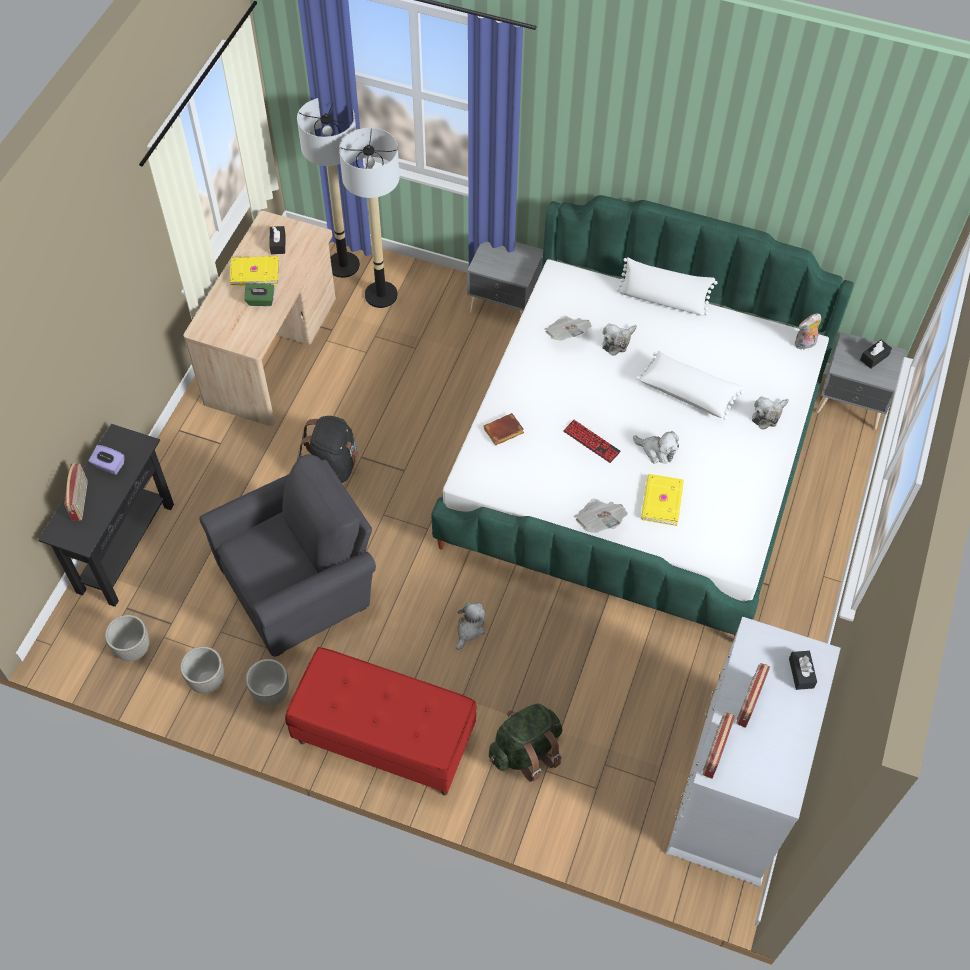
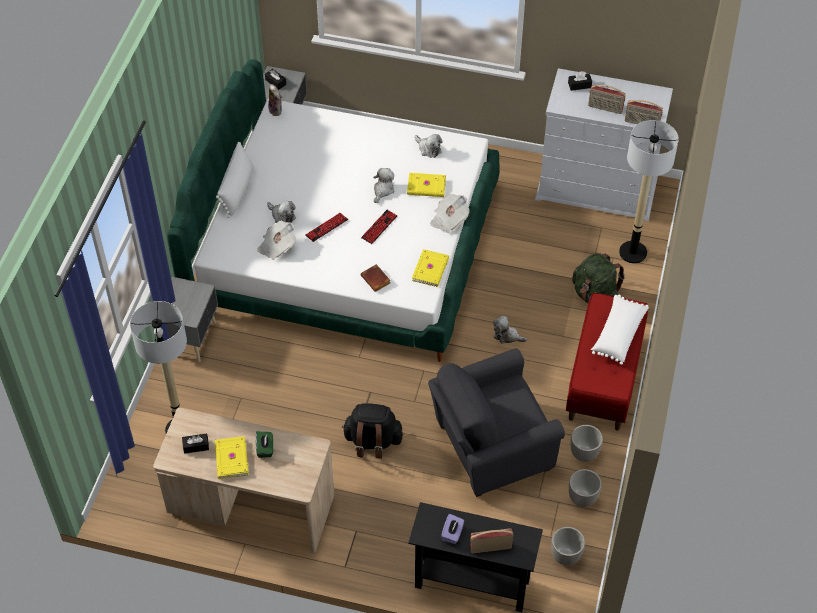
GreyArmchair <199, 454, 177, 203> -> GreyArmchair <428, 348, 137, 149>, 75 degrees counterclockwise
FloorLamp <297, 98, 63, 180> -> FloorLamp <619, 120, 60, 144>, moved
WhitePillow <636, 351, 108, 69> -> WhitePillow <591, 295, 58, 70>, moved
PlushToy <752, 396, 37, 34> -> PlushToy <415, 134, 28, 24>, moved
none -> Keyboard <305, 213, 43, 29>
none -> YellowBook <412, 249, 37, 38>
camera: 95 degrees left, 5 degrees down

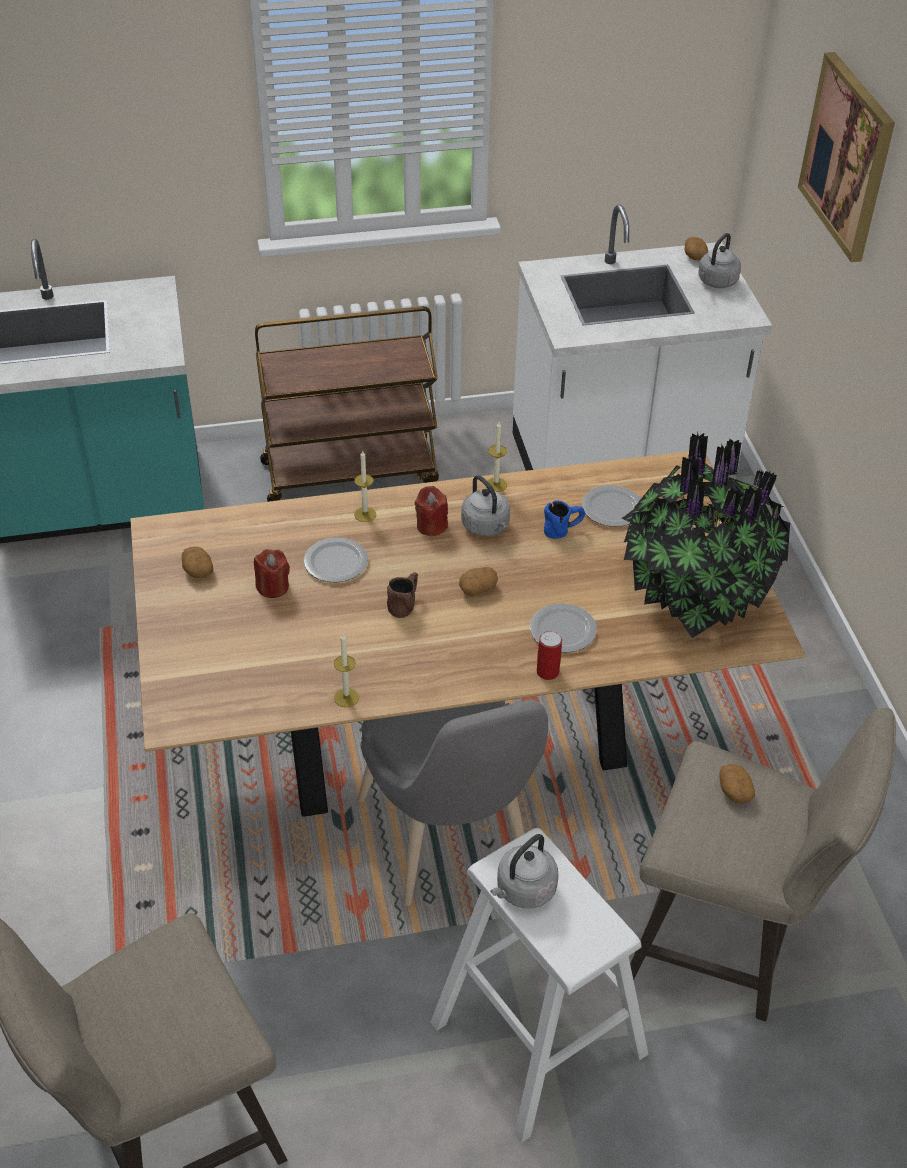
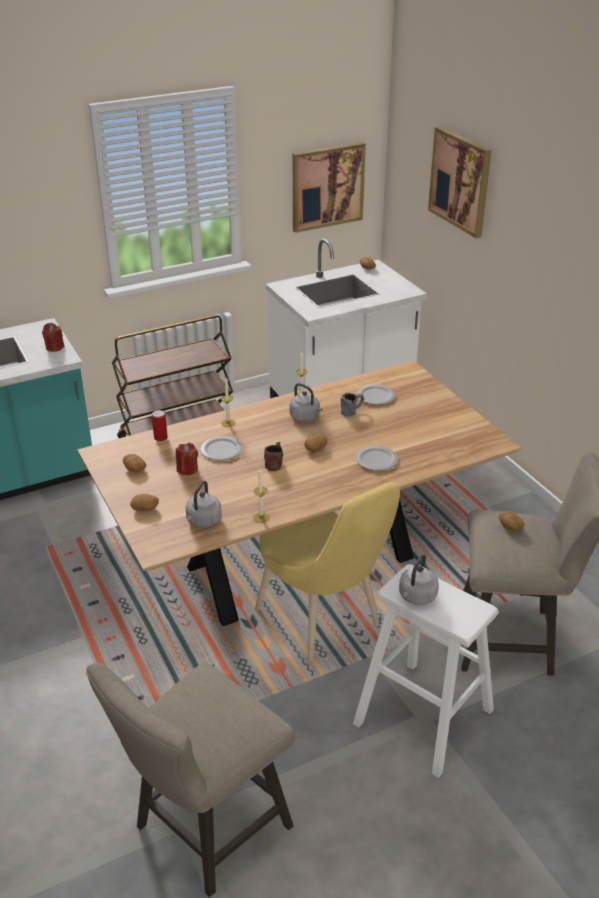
GreyChair <357, 700, 191, 206> -> YellowChair <255, 482, 145, 180>
RedCandle <415, 486, 33, 50> -> RedCandle <42, 323, 23, 29>, moved
Can <537, 631, 25, 49> -> Can <152, 410, 16, 31>, moved
BlueMug <544, 501, 41, 38> -> GreyMug <340, 393, 24, 24>
PottedPlant <622, 433, 168, 205> -> none
GreyKettle <698, 233, 43, 55> -> GreyKettle <186, 481, 36, 47>, moved
none -> Potato <130, 494, 29, 17>
none -> Picture <293, 142, 73, 91>
camera: 15 degrees left, 10 degrees down

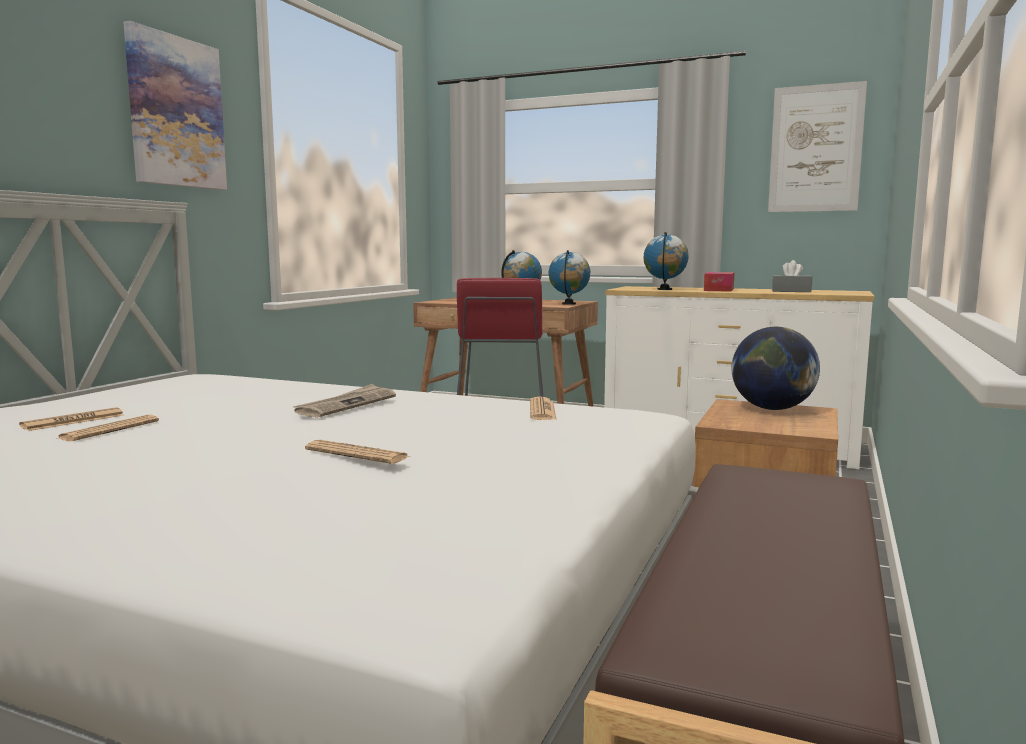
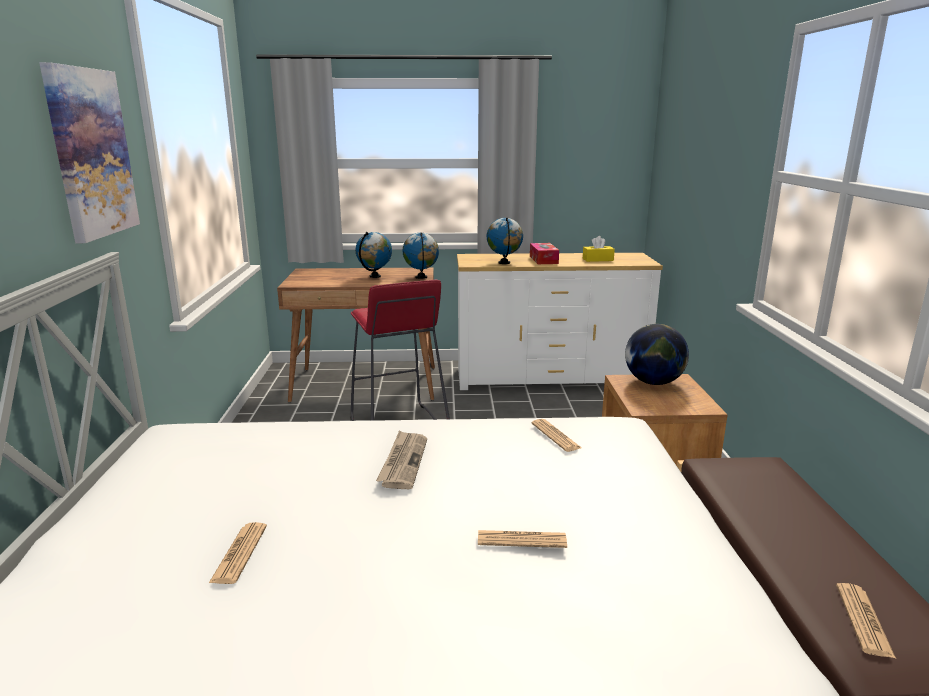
Newspaper <19, 407, 105, 24> -> Newspaper <836, 583, 60, 75>, moved
Picture <768, 81, 99, 131> -> none
GreyTissueBox <772, 260, 40, 32> -> YellowTissueBox <583, 236, 32, 26>
camera: 25 degrees left, 10 degrees up

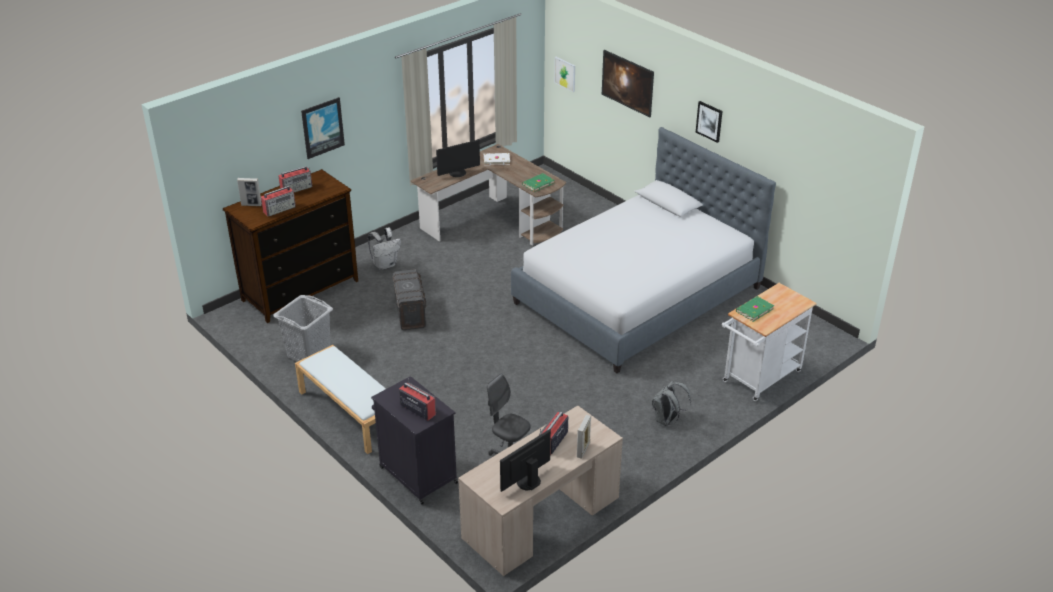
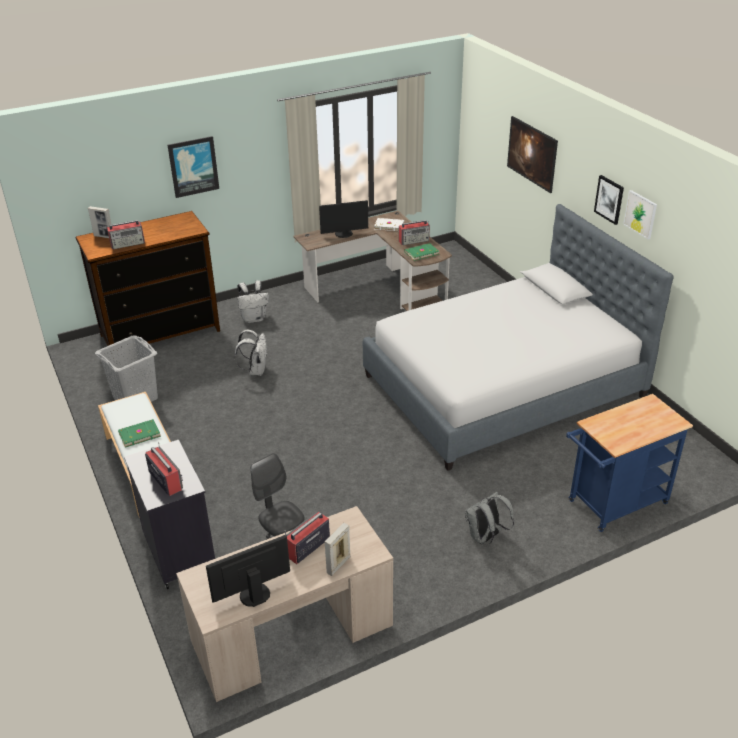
Radio <278, 166, 35, 26> -> Radio <399, 220, 31, 25>, moved
GreyStorageBox <392, 269, 34, 61> -> WhiteBackpack <234, 330, 33, 46>
Picture <554, 57, 21, 35> -> Picture <623, 190, 34, 50>, moved
WhiteCart <722, 283, 94, 118> -> BlueCart <566, 394, 127, 138>
GreenBook <736, 296, 38, 26> -> GreenBook <118, 419, 43, 29>, moved
camera: 15 degrees right, 0 degrees up

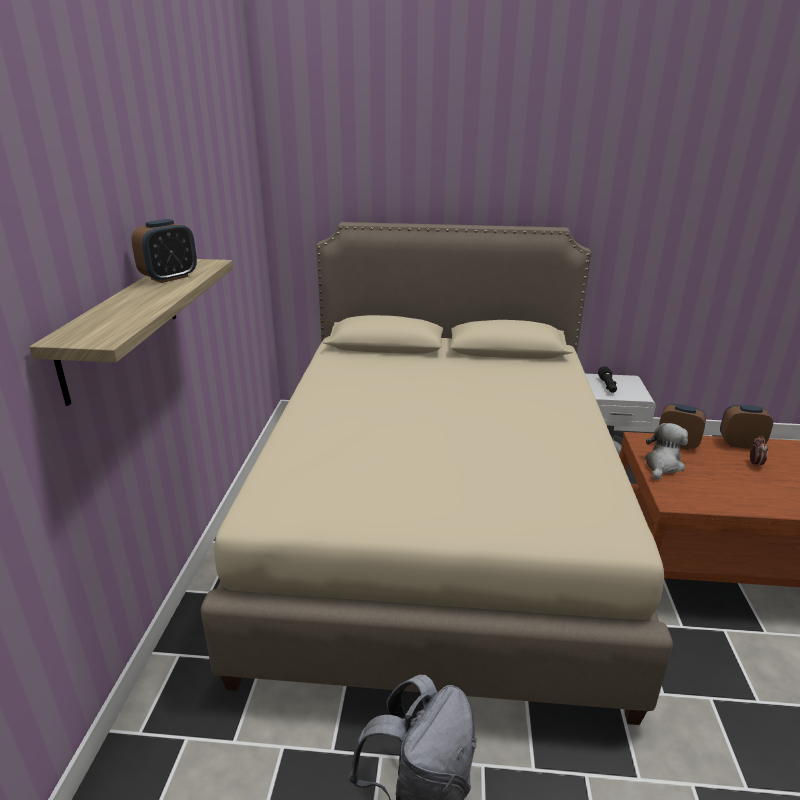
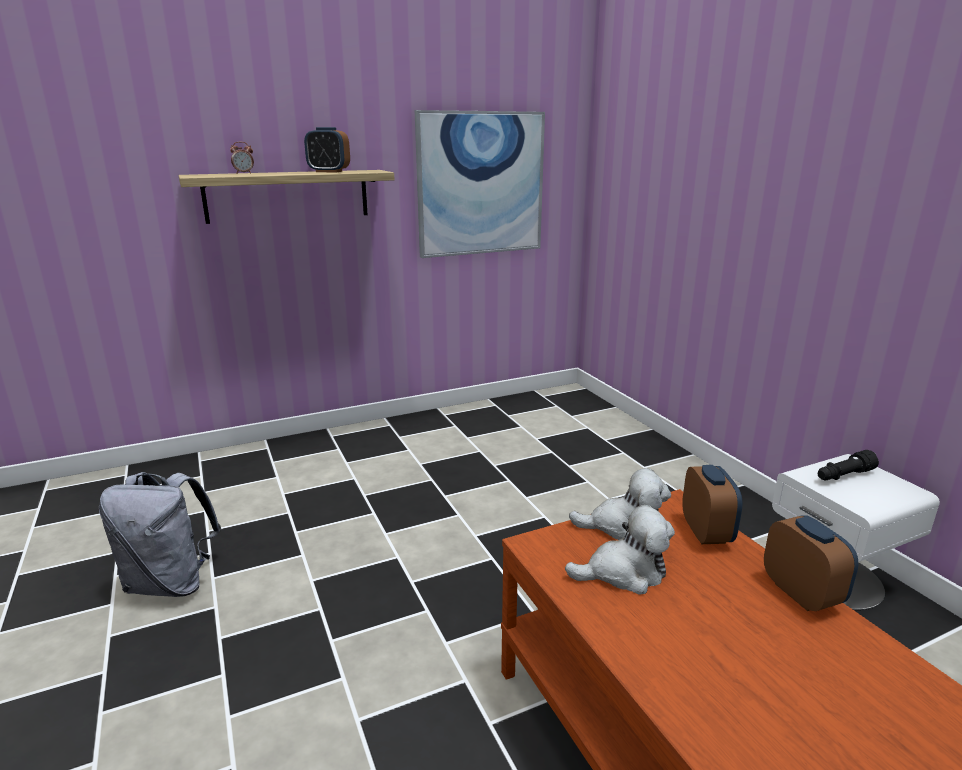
BeigeBed <201, 222, 472, 503> -> none
AlarmClock <750, 436, 18, 32> -> AlarmClock <230, 142, 24, 32>, moved
none -> Picture <415, 110, 130, 148>
none -> PlushToy <565, 505, 110, 90>
camera: 60 degrees right, 5 degrees down

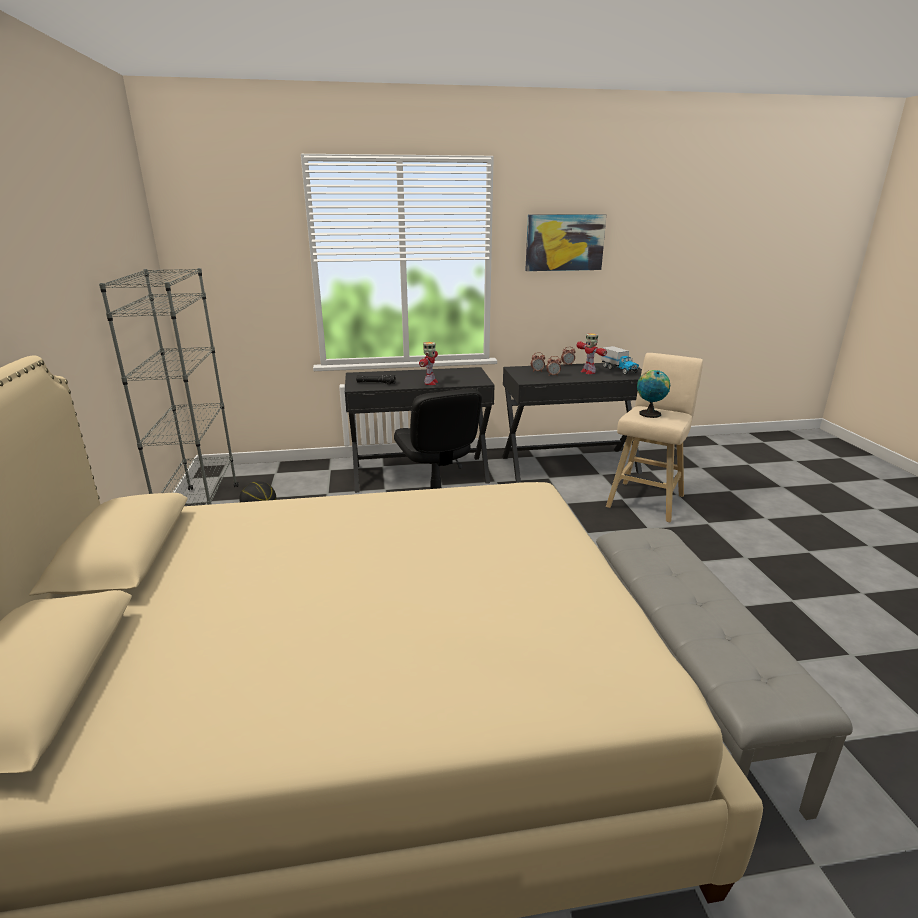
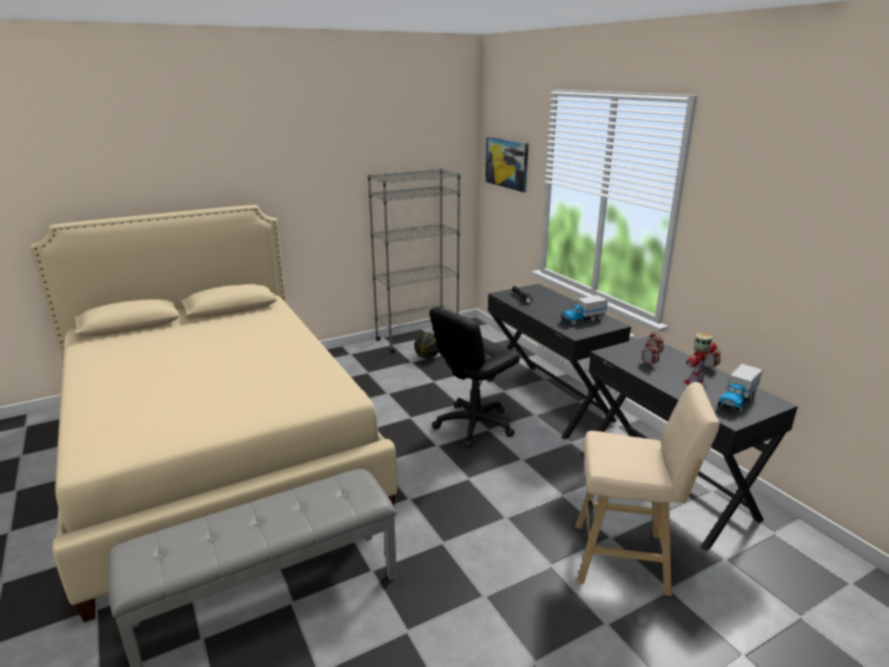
ToyRobot <419, 342, 19, 43> -> none
Picture <525, 214, 81, 57> -> Picture <485, 137, 43, 55>, moved
Globe <637, 370, 33, 48> -> none
none -> ToyTruck <561, 295, 47, 31>
camera: 70 degrees right, 0 degrees up

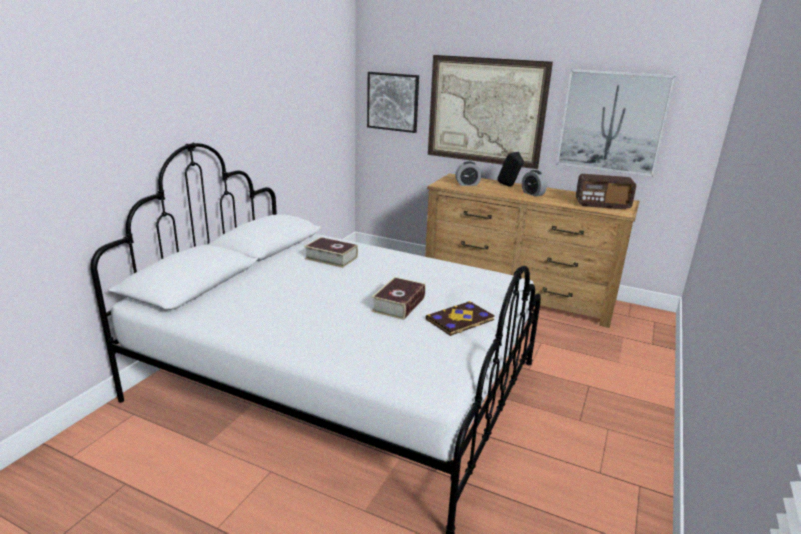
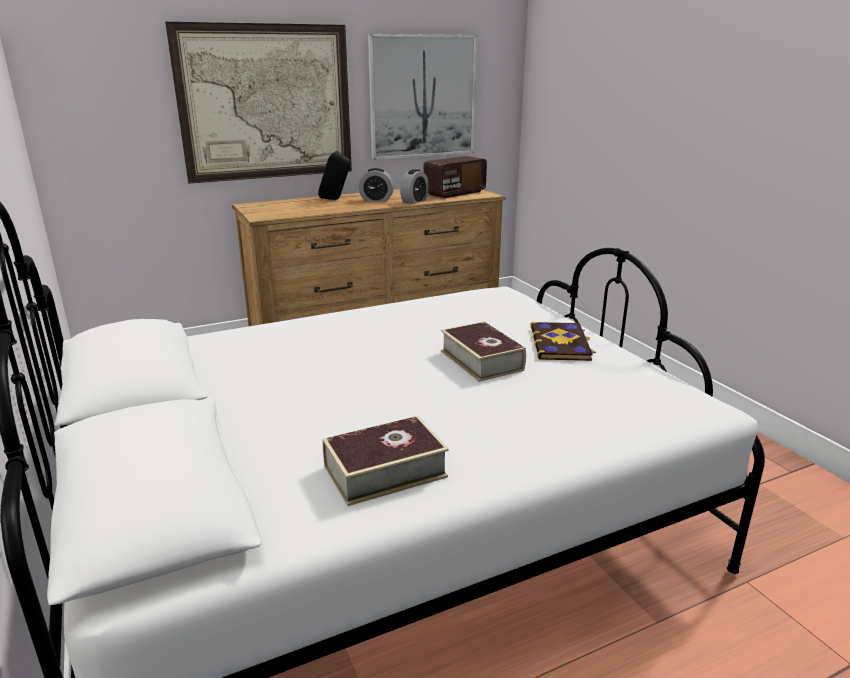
Book <304, 237, 54, 31> -> Book <322, 416, 126, 90>, moved
Picture <367, 72, 52, 61> -> none
AlarmClock <455, 161, 27, 25> -> AlarmClock <400, 169, 29, 35>, moved
camera: 50 degrees left, 0 degrees up

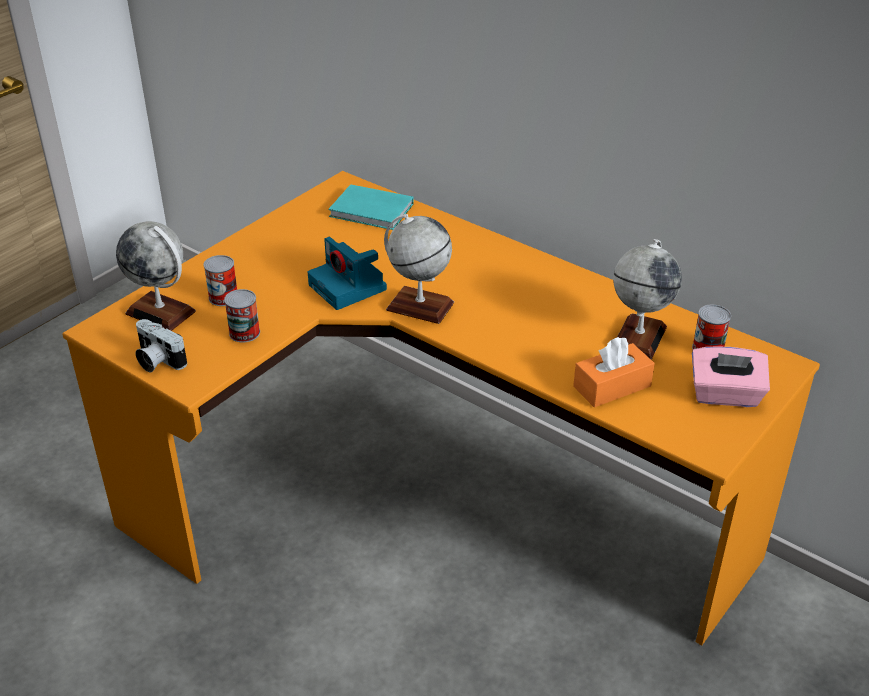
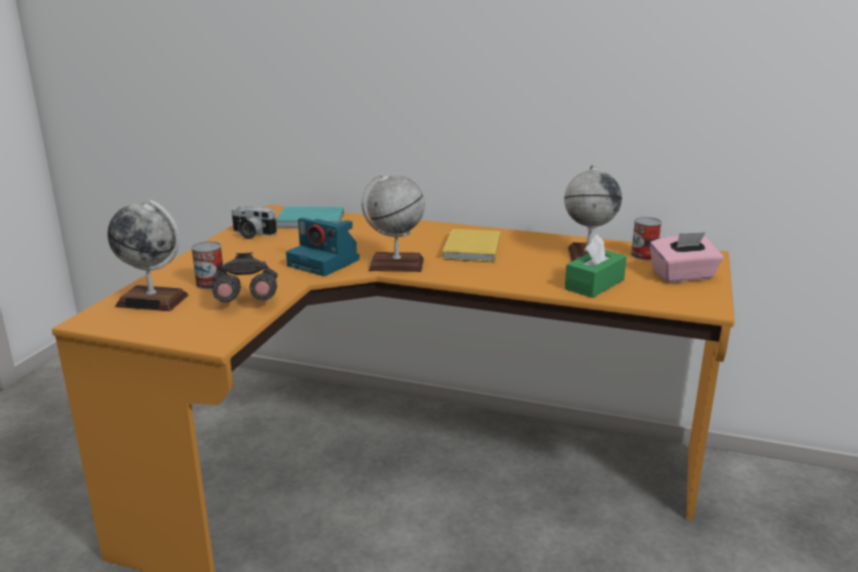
PhotoCamera <135, 319, 52, 54> -> PhotoCamera <231, 206, 46, 33>, moved
Can <224, 289, 36, 53> -> GreyBinoculars <212, 252, 66, 50>
OrangeTissueBox <573, 337, 82, 70> -> GreenTissueBox <565, 234, 62, 64>
none -> YellowBook <442, 229, 58, 33>
camera: 20 degrees left, 15 degrees down

